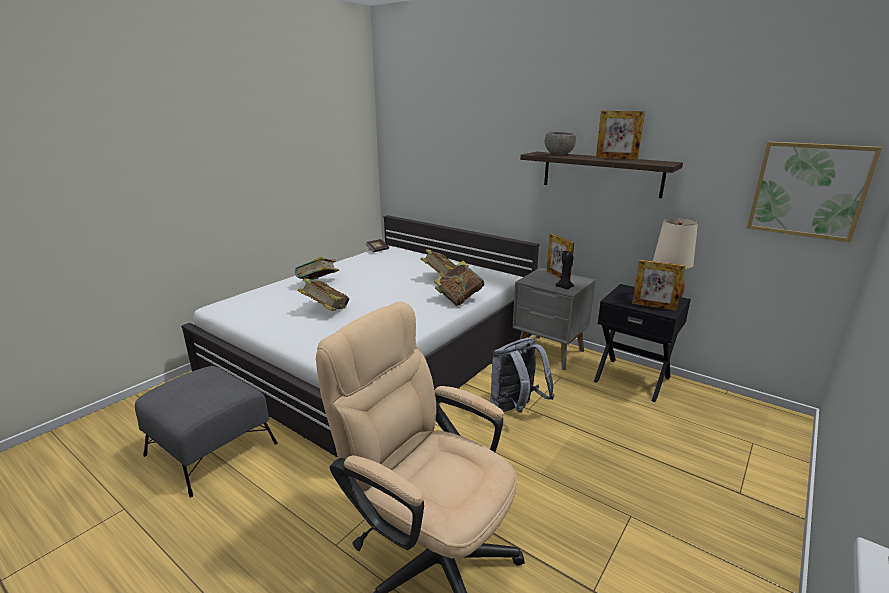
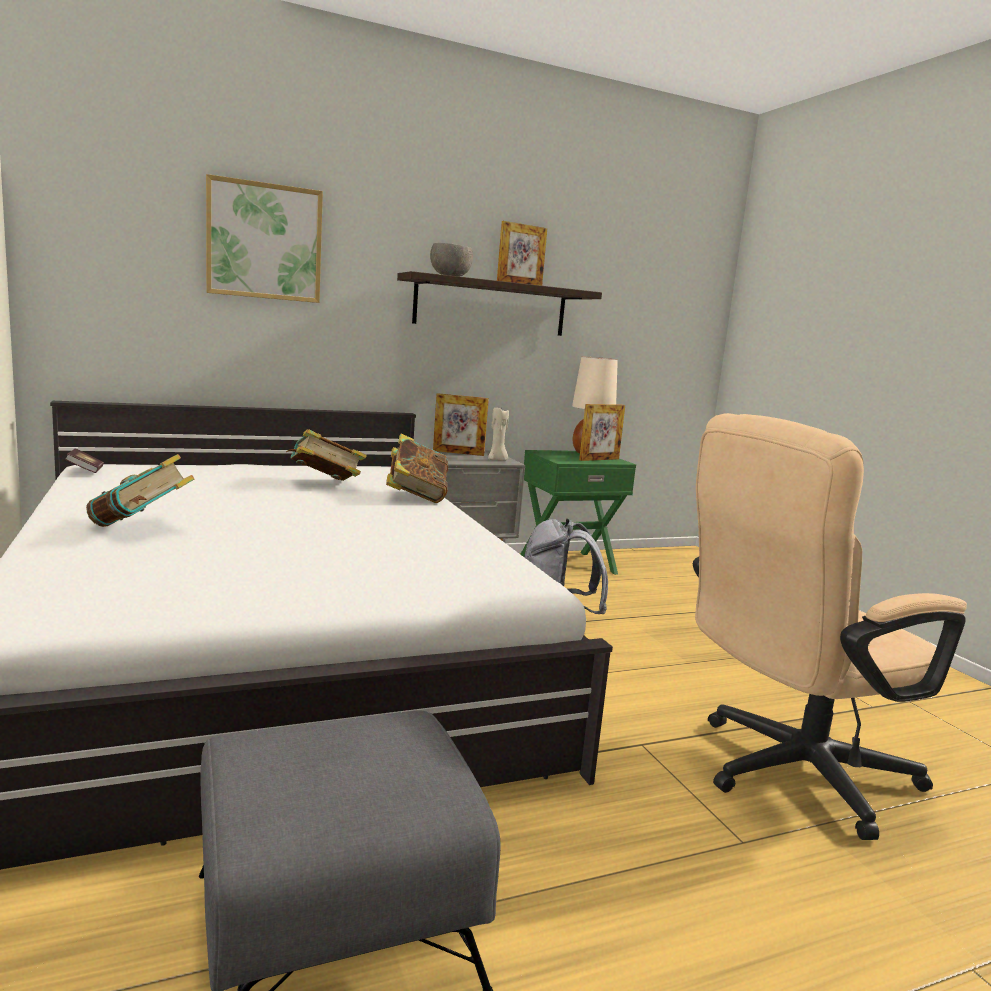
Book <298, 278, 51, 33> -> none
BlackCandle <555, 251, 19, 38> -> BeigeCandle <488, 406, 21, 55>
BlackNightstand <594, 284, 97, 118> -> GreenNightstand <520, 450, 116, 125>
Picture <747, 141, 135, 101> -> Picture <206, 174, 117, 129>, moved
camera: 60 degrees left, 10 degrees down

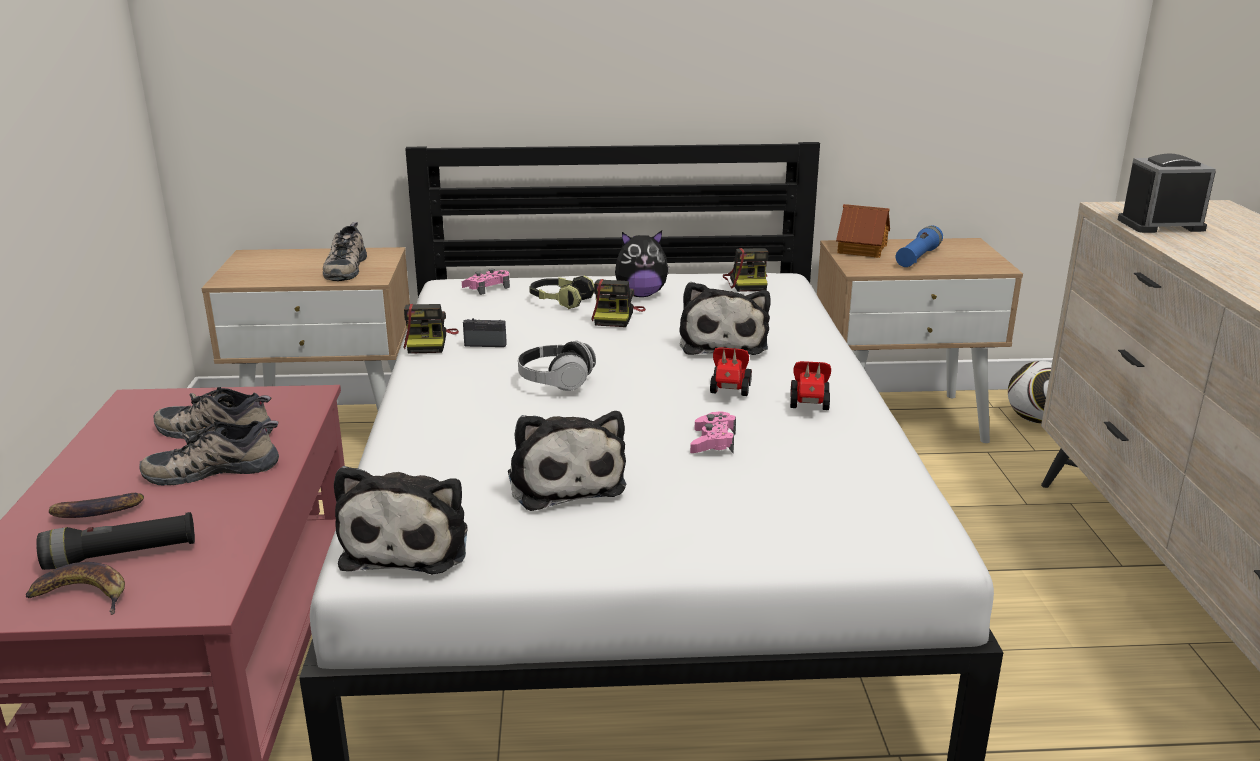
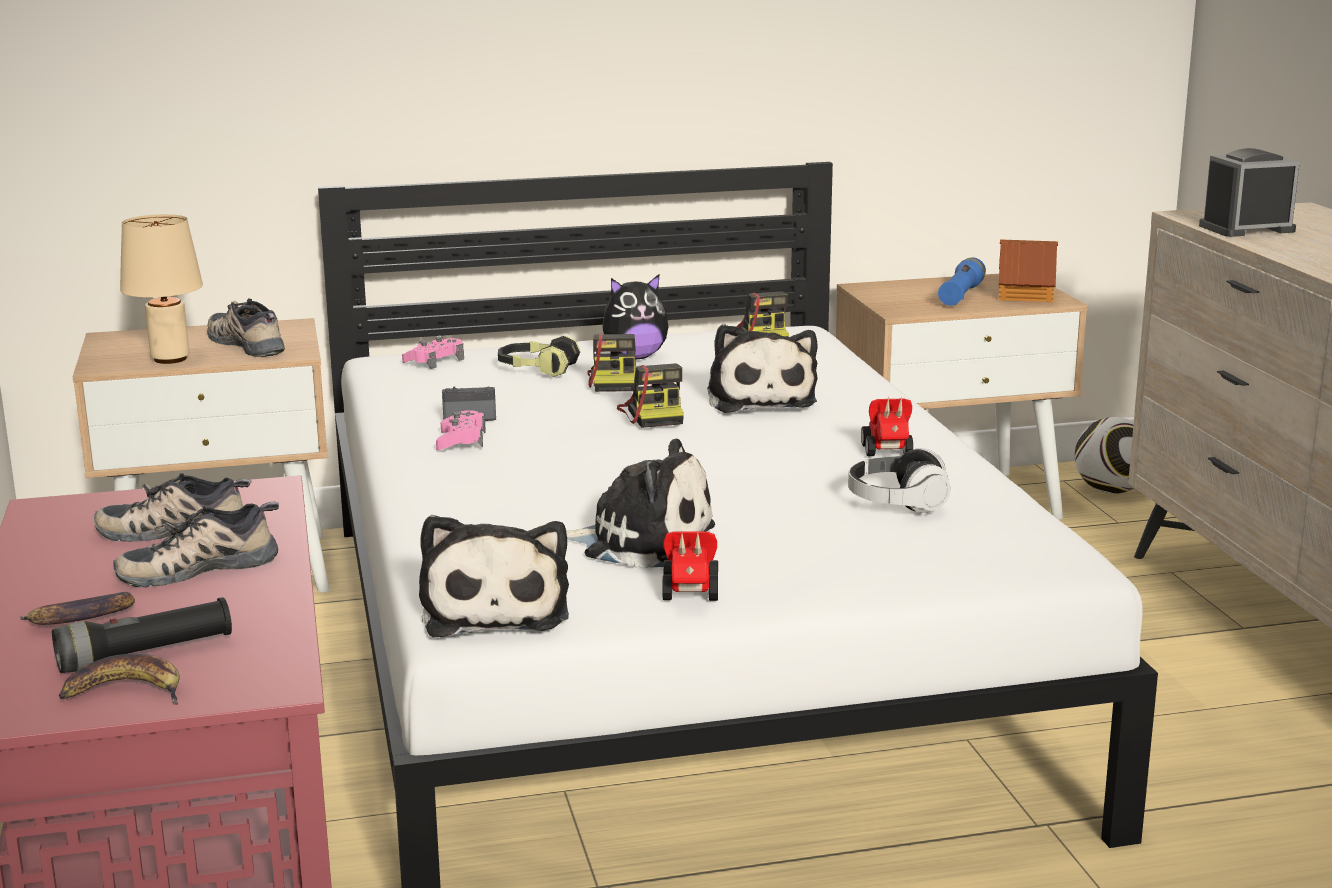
Shoe <323, 222, 44, 59> -> Shoe <207, 298, 78, 59>, 150 degrees clockwise
PhotoCamera <403, 304, 56, 50> -> PhotoCamera <617, 363, 67, 65>, moved
PlushToy <508, 411, 119, 100> -> PlushToy <566, 439, 149, 130>, 45 degrees counterclockwise
Headphones <518, 341, 78, 50> -> Headphones <848, 448, 102, 65>, moved
PinkGameController <690, 411, 46, 42> -> PinkGameController <436, 410, 50, 40>, moved
ToyCar <710, 347, 42, 49> -> ToyCar <662, 531, 56, 70>, moved
ToyHouse <836, 204, 54, 54> -> ToyHouse <999, 239, 59, 63>, moved
none -> BeigeTableLamp <120, 214, 83, 150>
camera: 10 degrees left, 5 degrees down

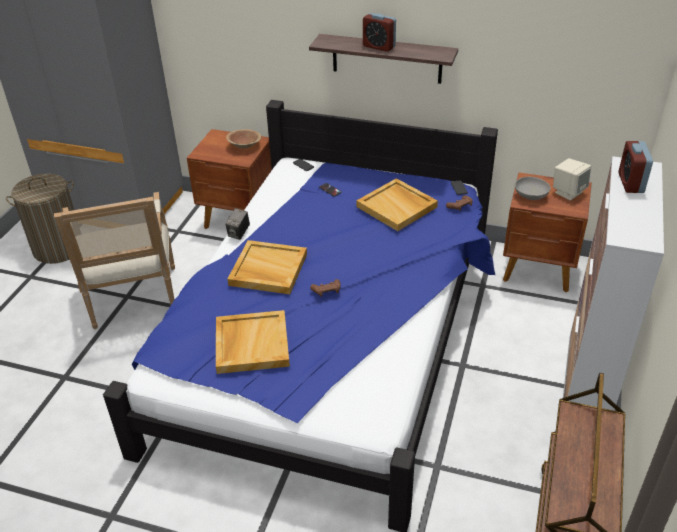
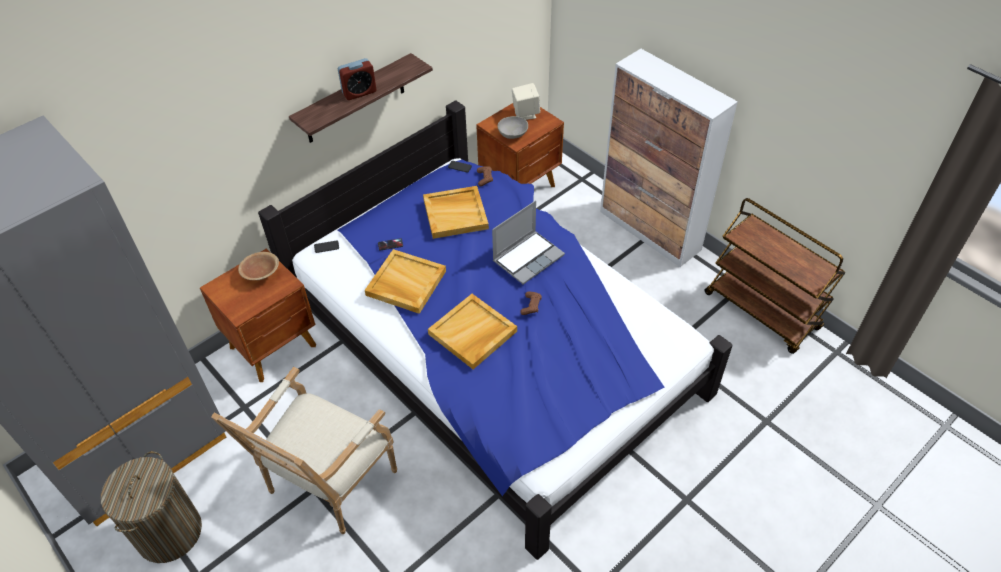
Armchair <54, 192, 121, 137> -> Armchair <211, 367, 186, 167>, 105 degrees clockwise
BeigeTray <216, 310, 74, 64> -> BeigeTray <365, 249, 81, 65>, moved
PhotoCamera <226, 208, 24, 32> -> none
AlarmClock <619, 141, 34, 52> -> none
none -> Laptop <492, 201, 73, 84>
camera: 60 degrees left, 10 degrees up

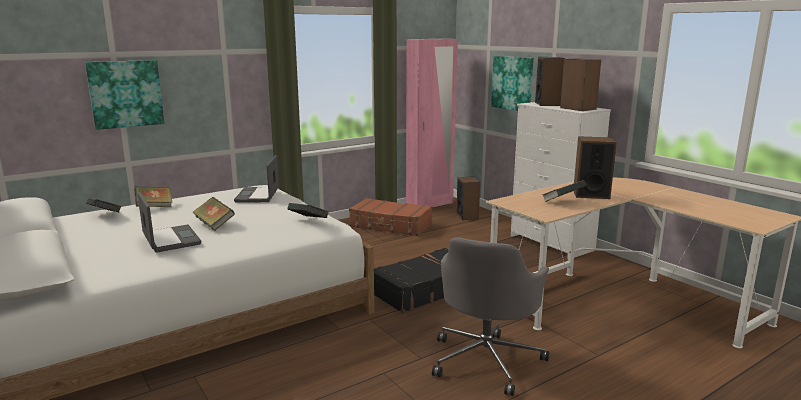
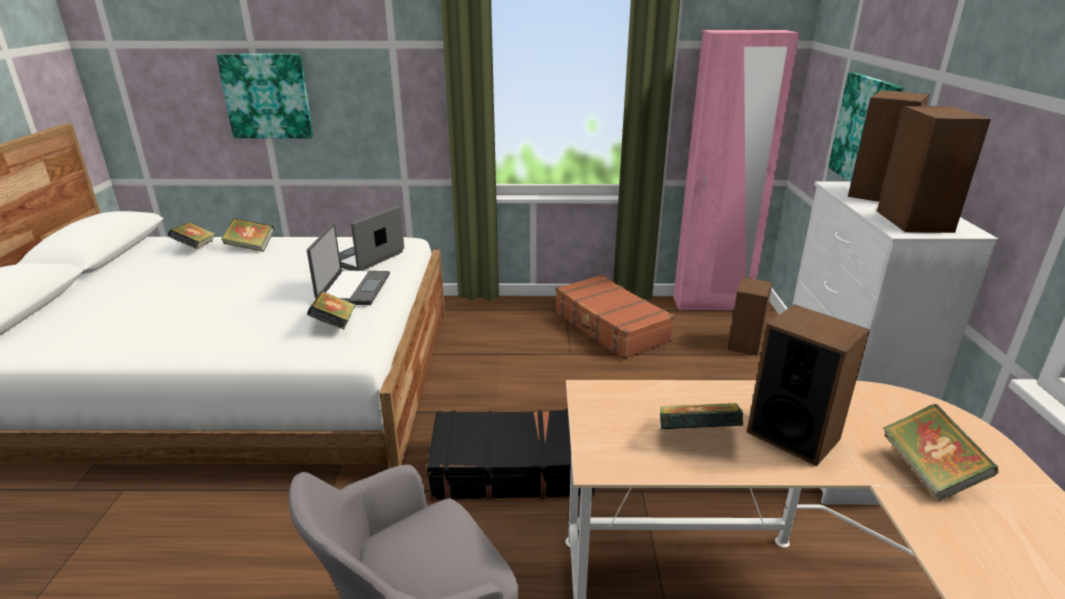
Laptop <137, 192, 64, 61> -> Laptop <307, 224, 83, 81>, moved
Book <193, 197, 42, 34> -> Book <882, 404, 116, 97>, moved
camera: 35 degrees right, 10 degrees up

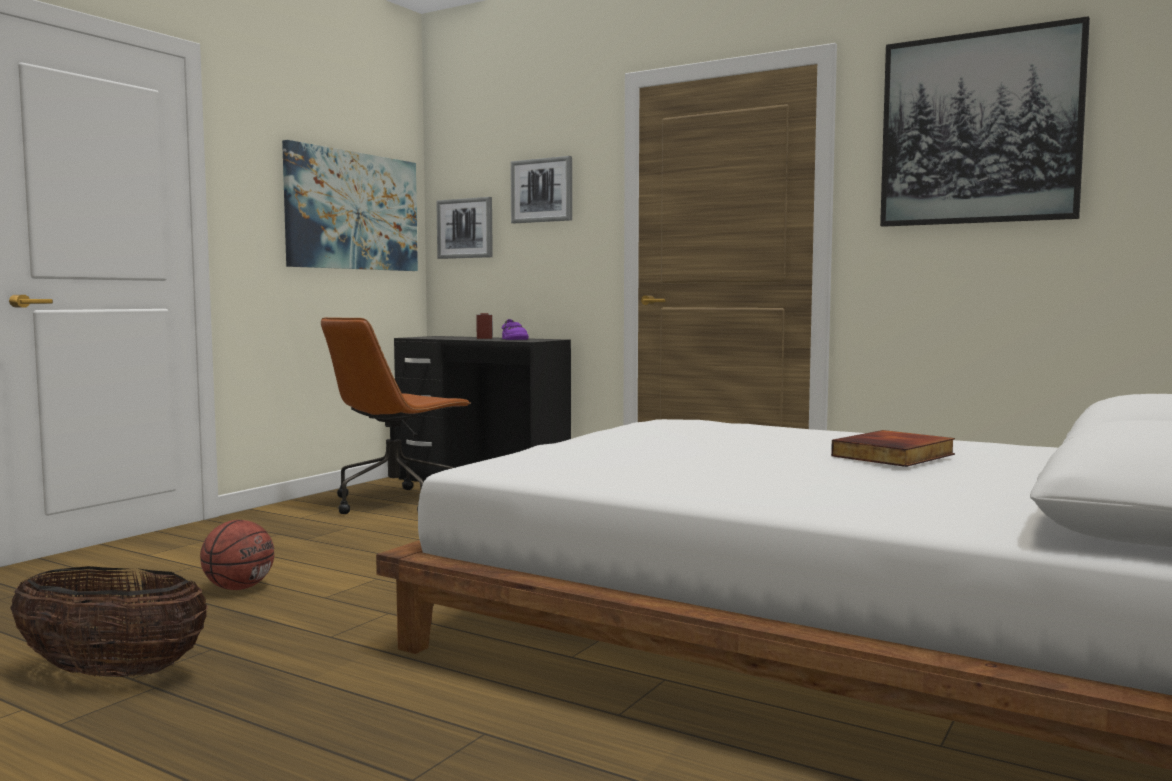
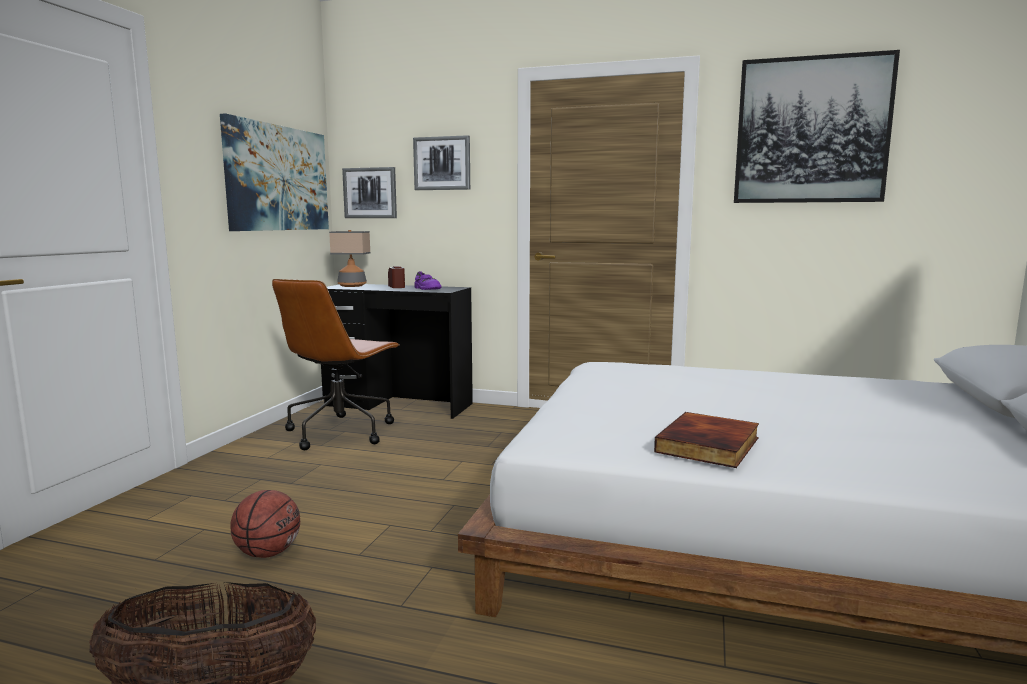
Book <831, 430, 124, 37> -> Book <654, 412, 105, 56>, moved
none -> TableLamp <329, 230, 42, 57>
camera: 15 degrees left, 5 degrees up

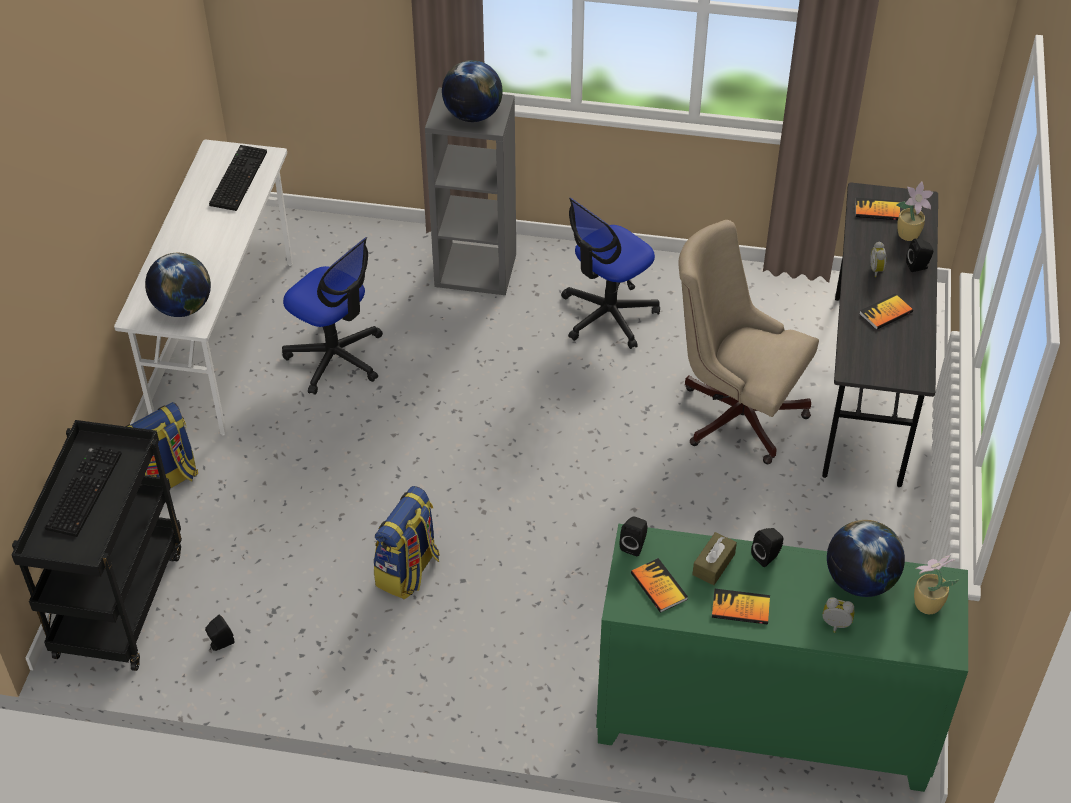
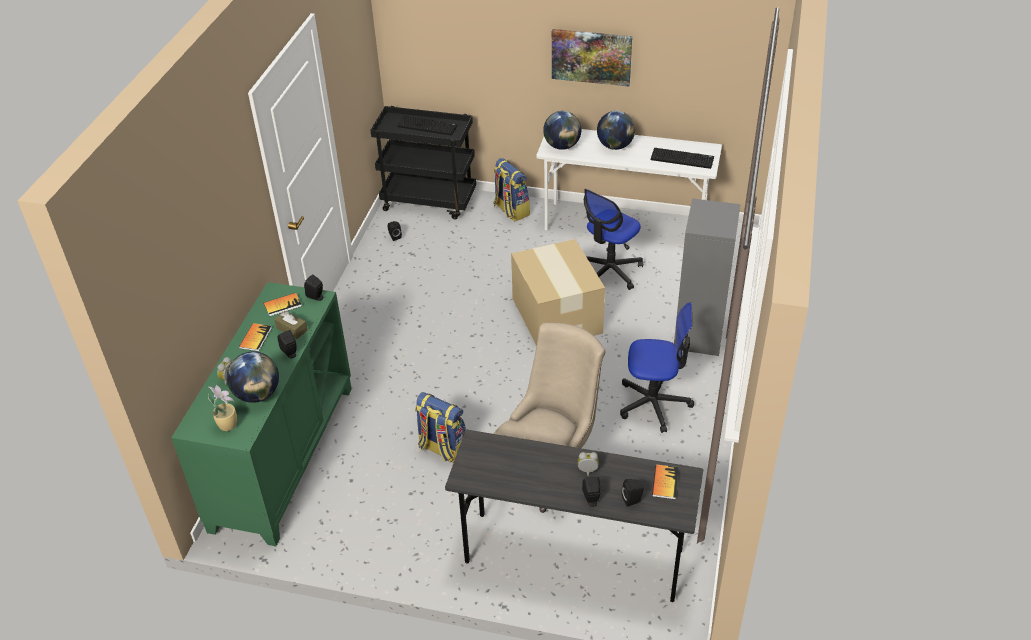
Backpack <374, 486, 66, 113> -> Backpack <415, 392, 51, 71>, moved
Globe <442, 60, 61, 62> -> Globe <597, 111, 38, 39>, moved
OfficeChair <561, 198, 99, 151> -> OfficeChair <620, 302, 74, 131>, 135 degrees clockwise
Book <859, 294, 54, 36> -> none
PottedPlant <896, 181, 38, 60> -> BlackSpeaker <622, 479, 22, 28>
none -> CardboardBox <511, 239, 94, 107>
none -> Picture <552, 29, 80, 58>
camera: 95 degrees right, 5 degrees down

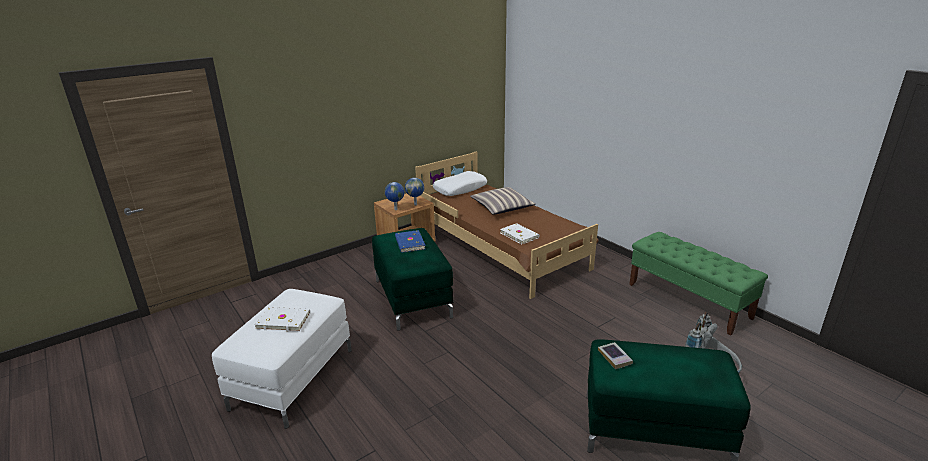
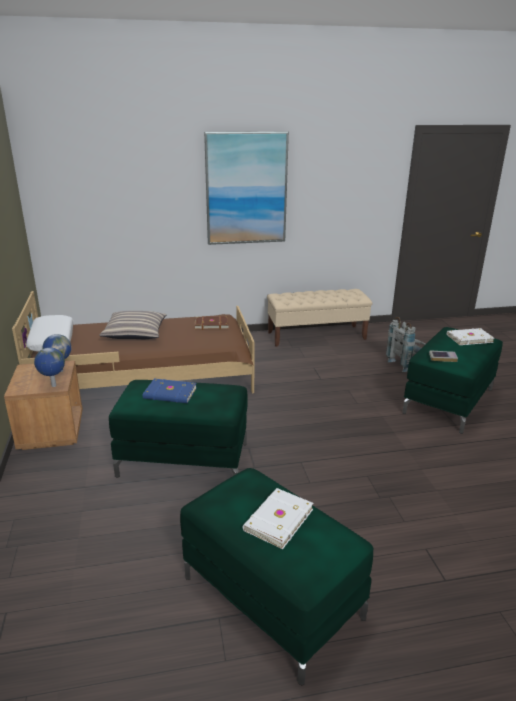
WhiteOttoman <212, 289, 140, 140> -> GreenOttoman <180, 468, 193, 217>
WhiteBook <500, 223, 39, 21> -> WhiteBook <447, 328, 48, 17>, moved
GreenBench <629, 232, 139, 104> -> BeigeBench <267, 289, 105, 58>
none -> BrownBook <194, 316, 35, 14>
none -> Picture <204, 131, 85, 114>
camera: 65 degrees left, 0 degrees up

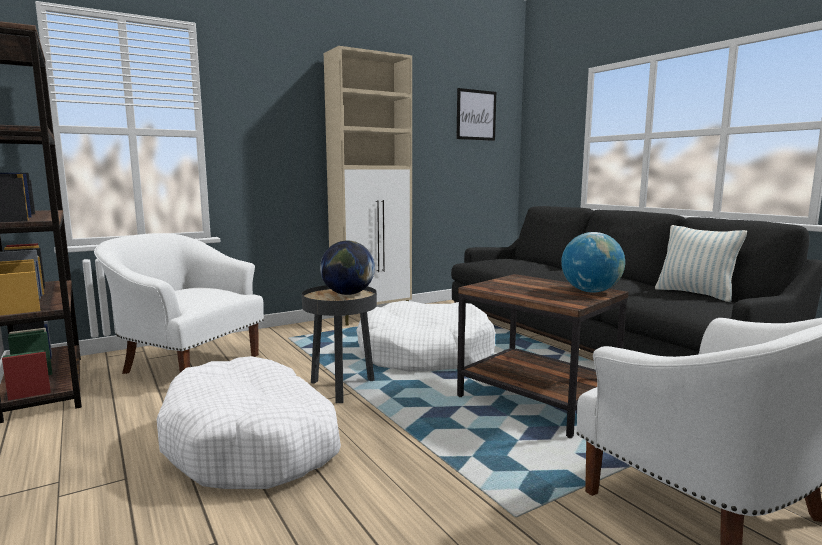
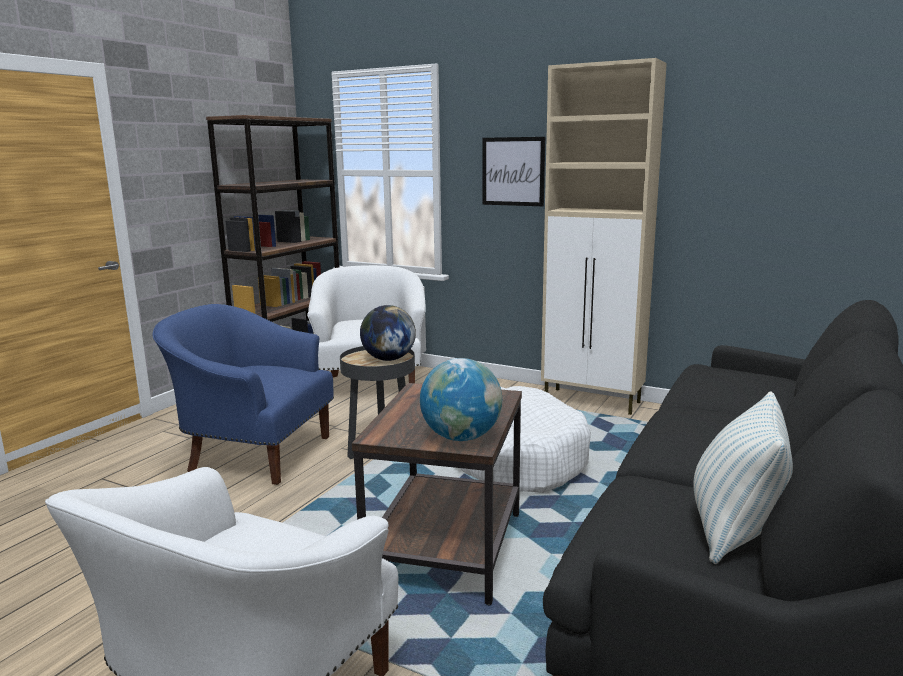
WhiteDogBed <157, 356, 184, 133> -> BlueArmchair <152, 304, 182, 181>
Picture <457, 88, 39, 53> -> Picture <483, 137, 62, 69>, moved
camera: 60 degrees right, 5 degrees up

